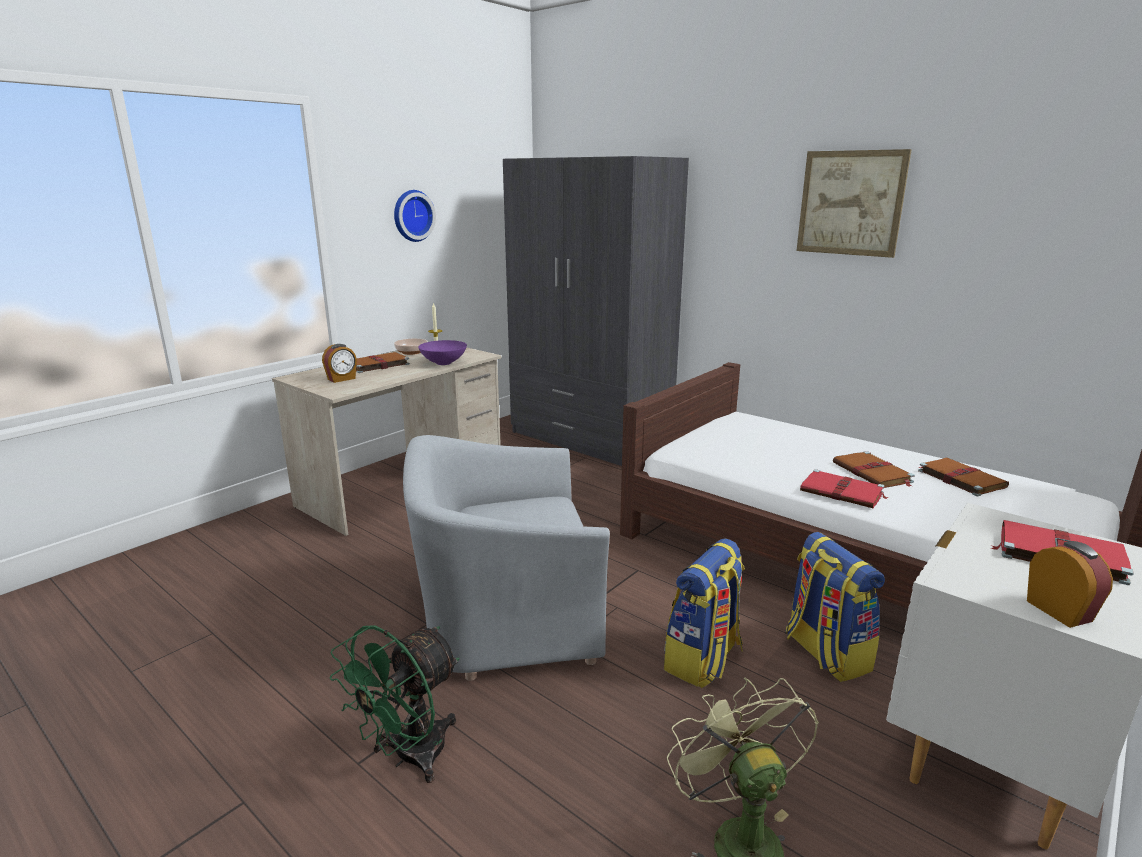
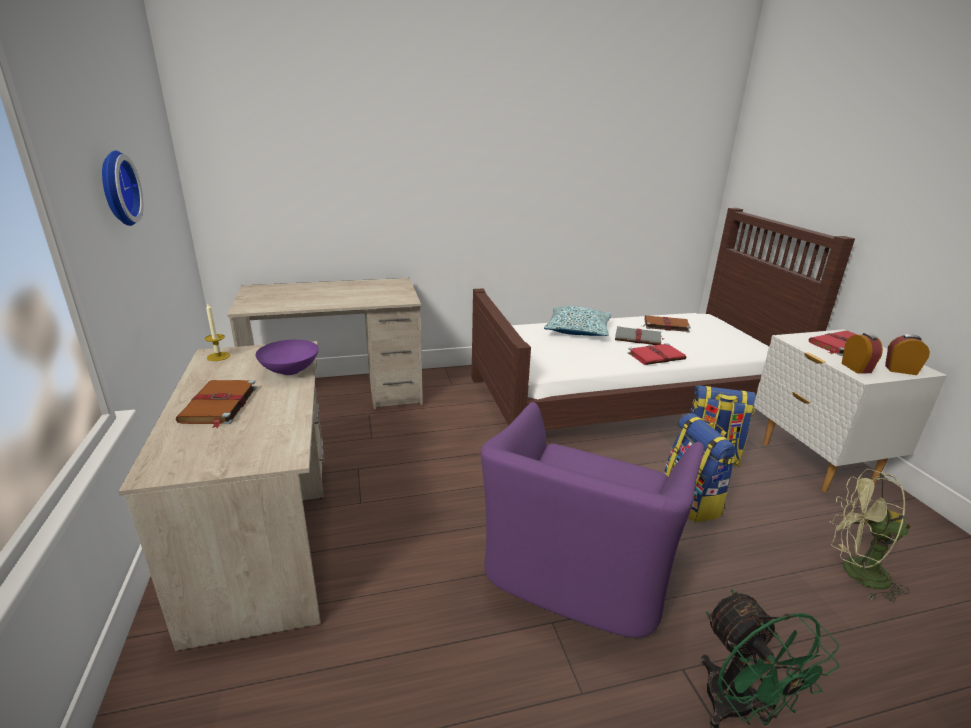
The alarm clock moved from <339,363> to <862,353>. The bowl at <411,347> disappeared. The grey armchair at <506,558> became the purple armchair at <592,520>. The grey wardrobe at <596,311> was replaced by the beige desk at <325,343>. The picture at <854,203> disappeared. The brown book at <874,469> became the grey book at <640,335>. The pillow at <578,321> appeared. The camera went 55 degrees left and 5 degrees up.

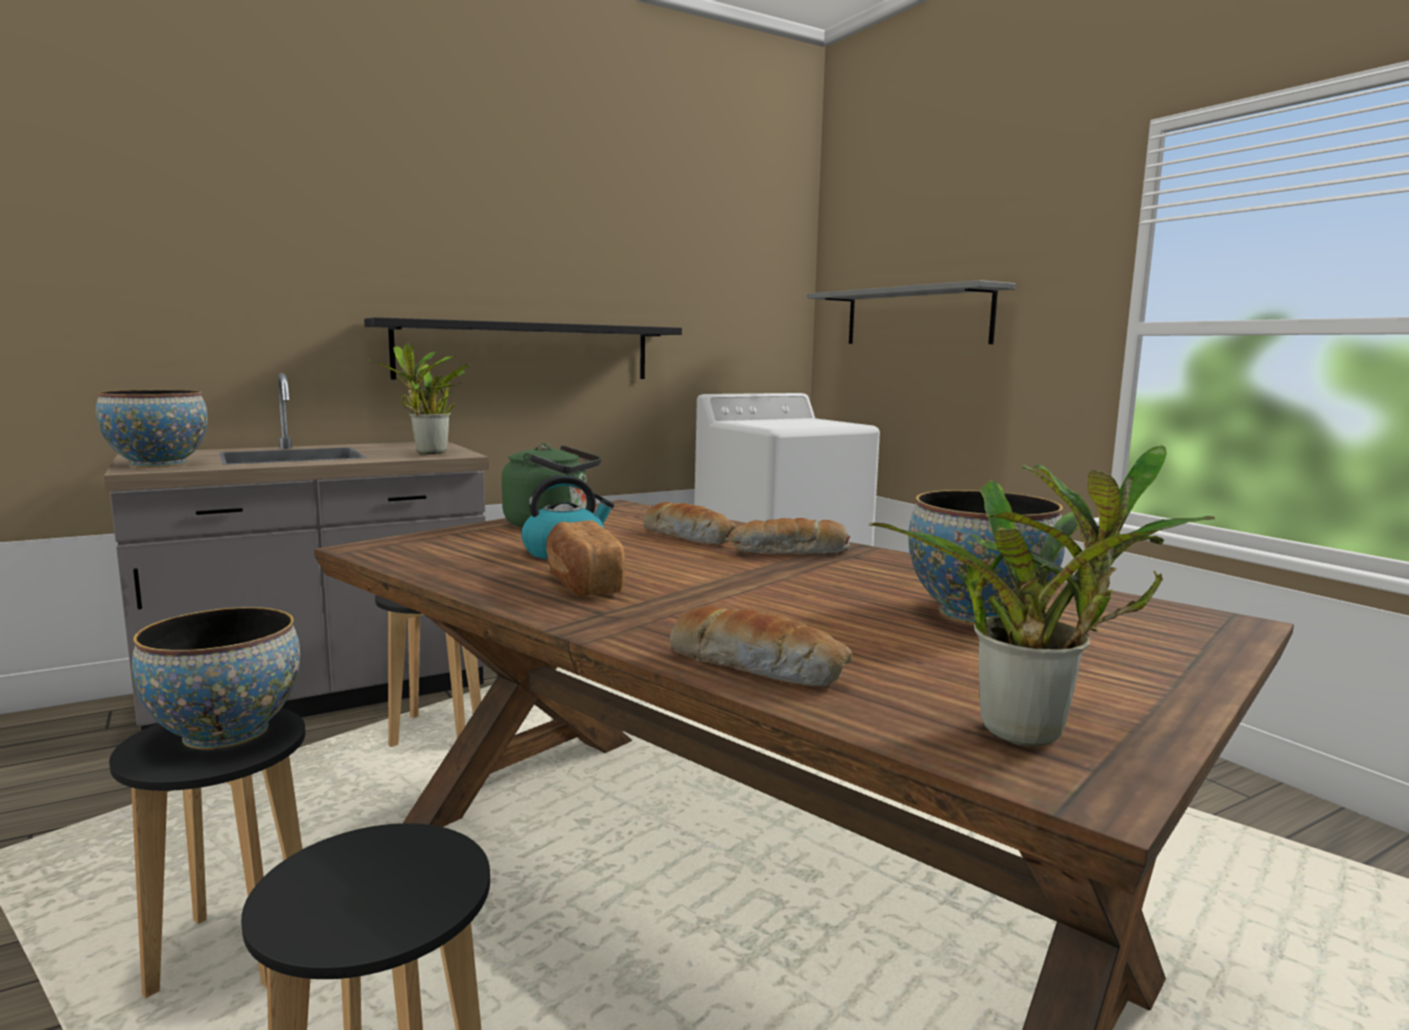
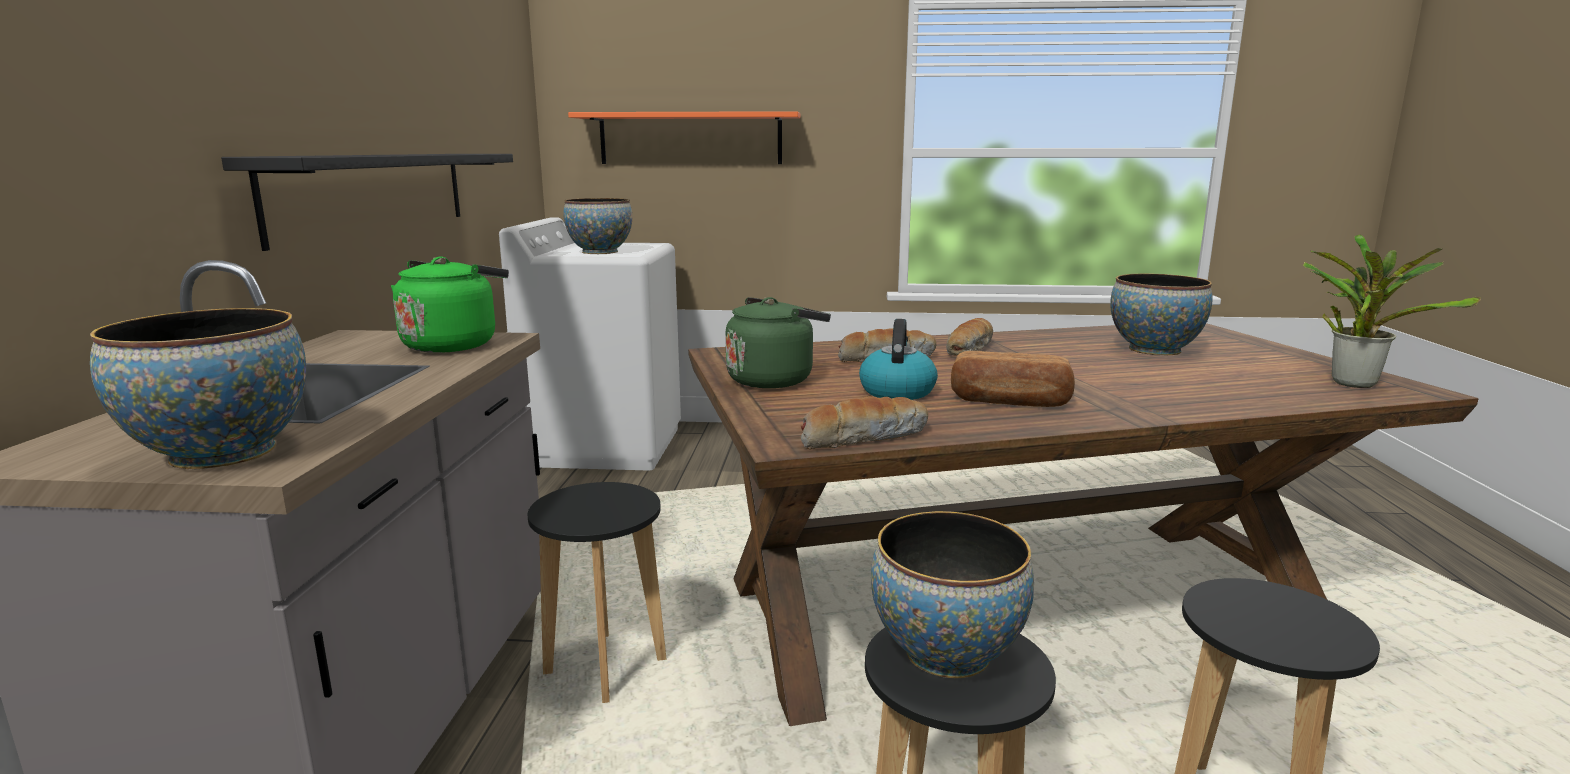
The potted plant at <419,398> was replaced by the green kettle at <450,305>. The bread moved from <761,646> to <864,422>. The grey shelf at <911,312> became the orange shelf at <684,137>. The bowl at <597,226> appeared. The camera went 55 degrees left and 5 degrees up.

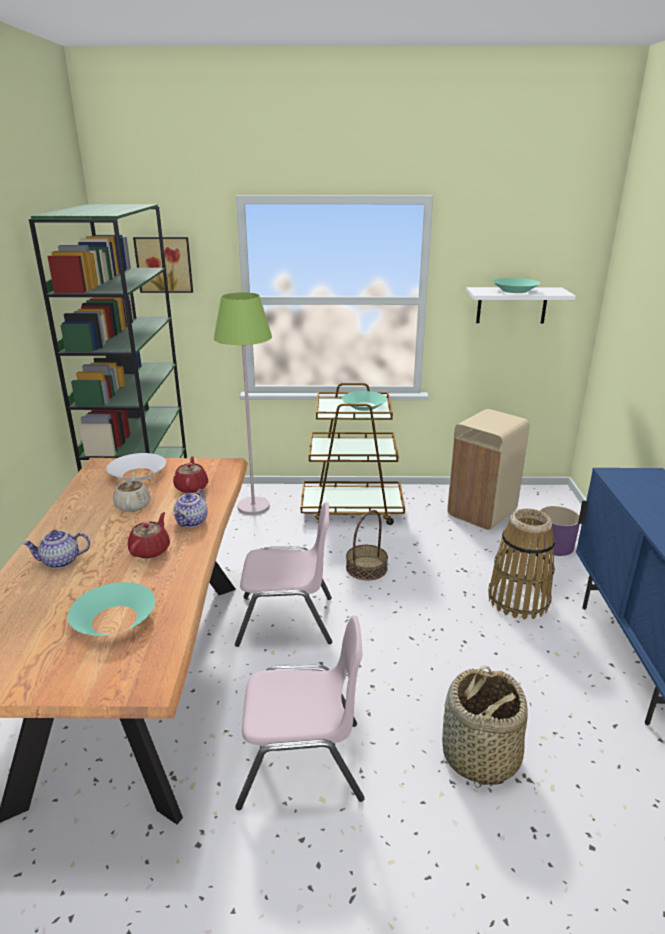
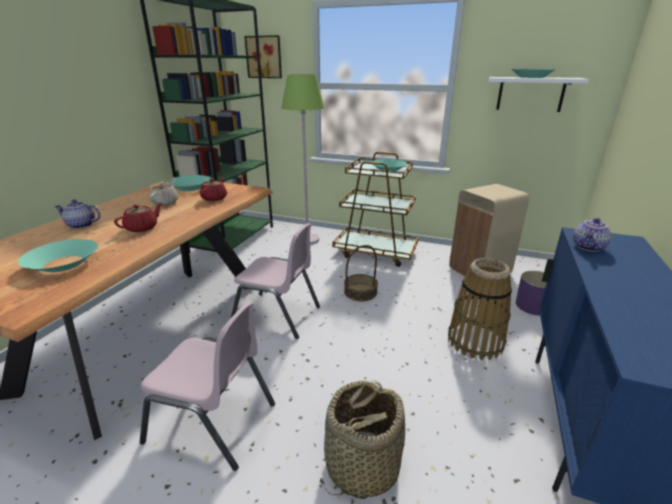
The white bowl at <136,467> became the turquoise bowl at <189,183>. The teapot moved from <190,508> to <592,235>. The camera went 20 degrees right and 0 degrees up.

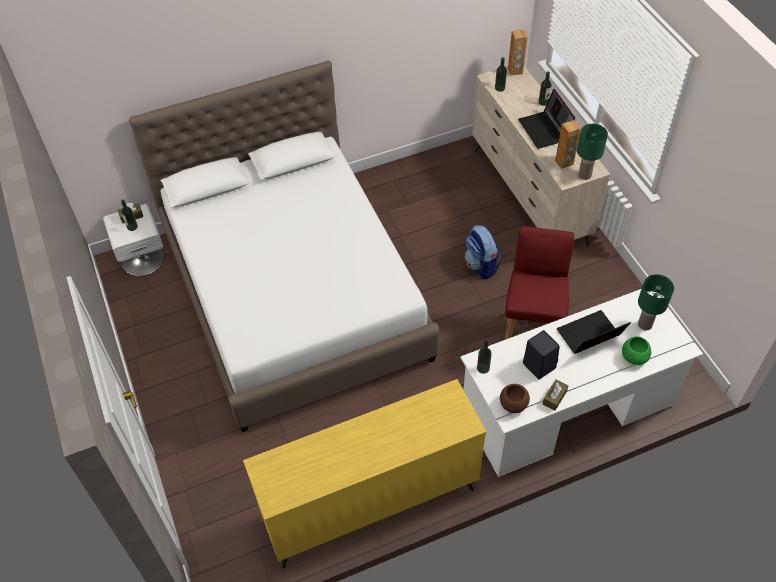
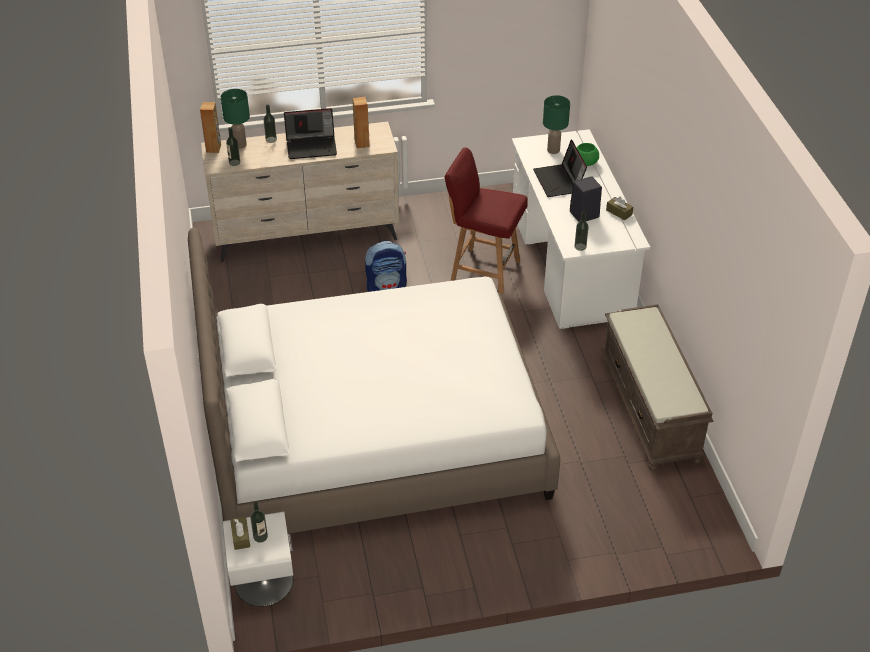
The yellow dresser at <364,474> was replaced by the brown bench at <657,387>. The brown bowl at <515,398> disappeared. The green table lamp moved from <592,152> to <235,119>. The camera went 80 degrees left and 10 degrees down.

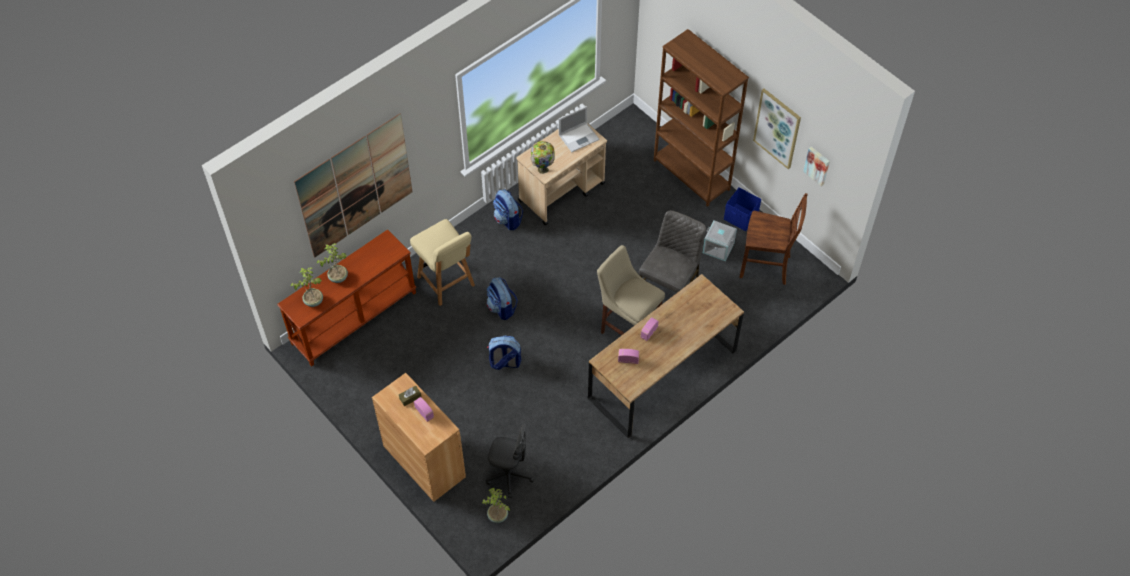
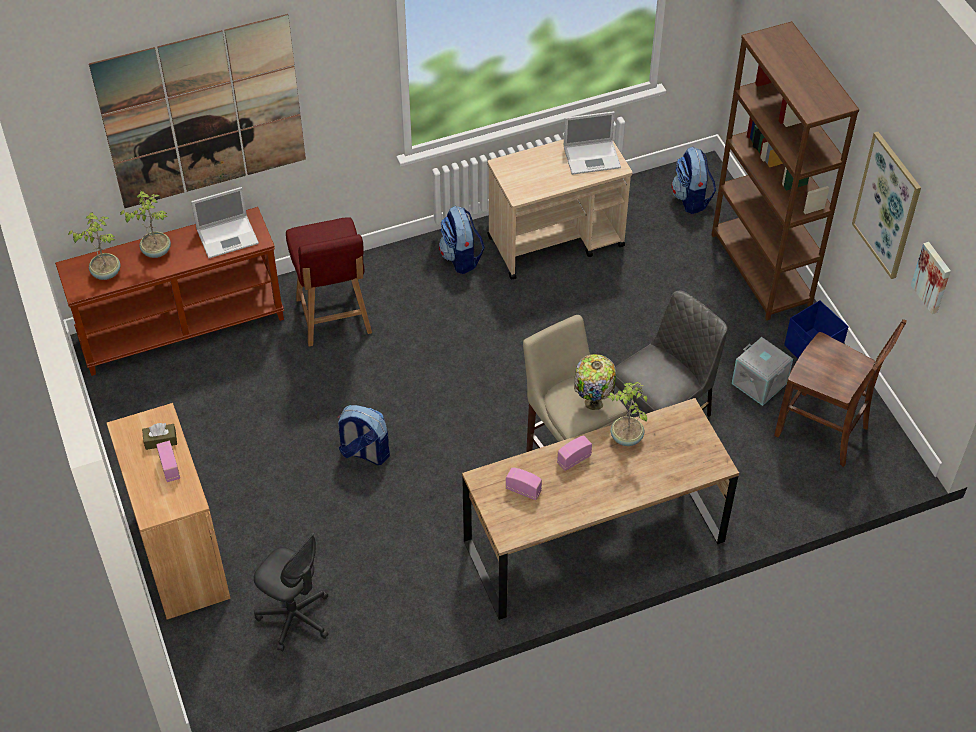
The beige chair at <442,262> became the red chair at <329,281>. The potted plant moved from <496,505> to <627,414>. The backpack moved from <502,298> to <694,180>. The table lamp moved from <543,157> to <595,382>. The laptop at <225,222> appeared. The camera went 20 degrees right and 5 degrees down.

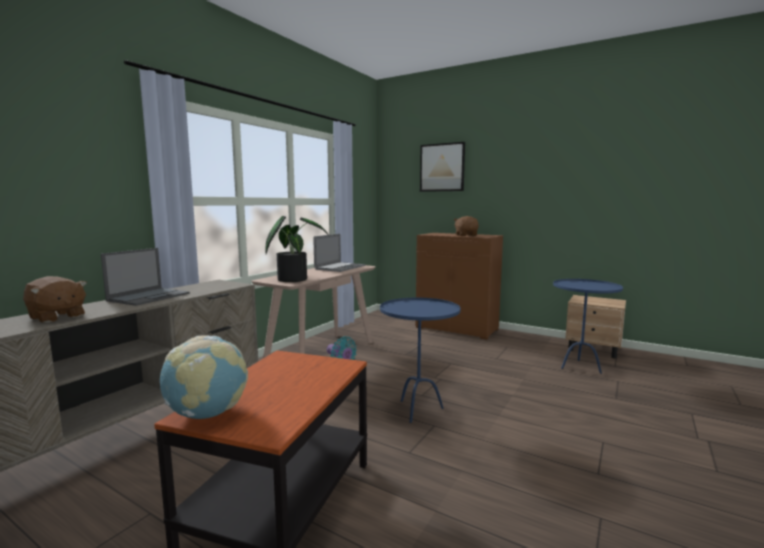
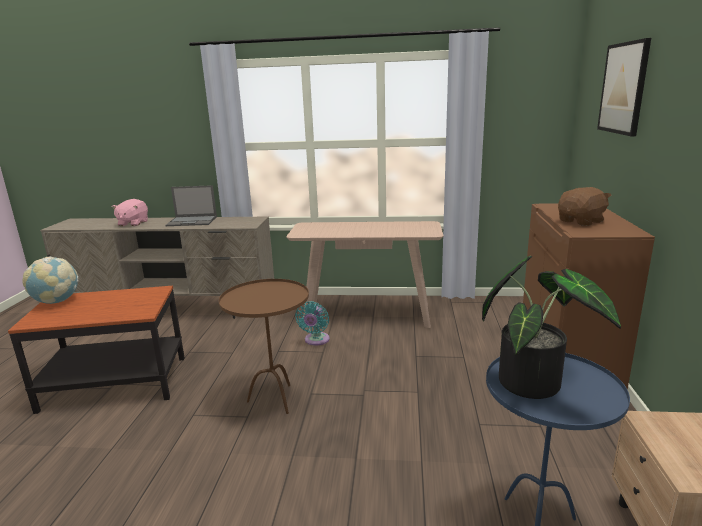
The brown plush toy at <55,299> became the pink plush toy at <130,212>. The potted plant moved from <297,249> to <551,327>. The laptop at <339,253> disappeared. The blue side table at <420,360> became the brown side table at <264,346>. The camera went 65 degrees right and 10 degrees up.

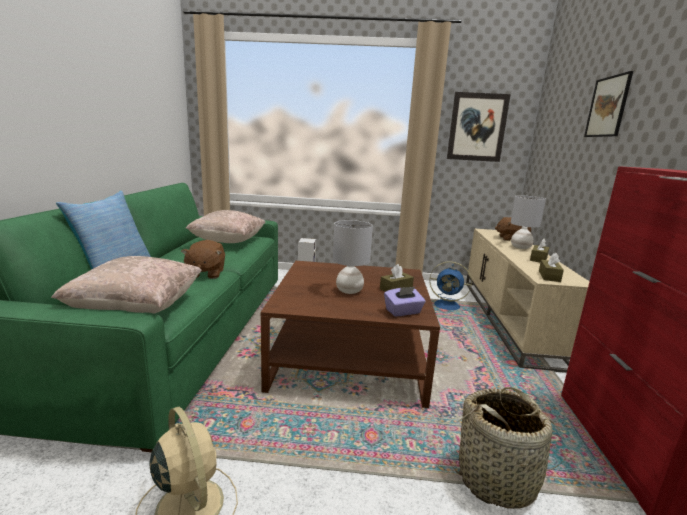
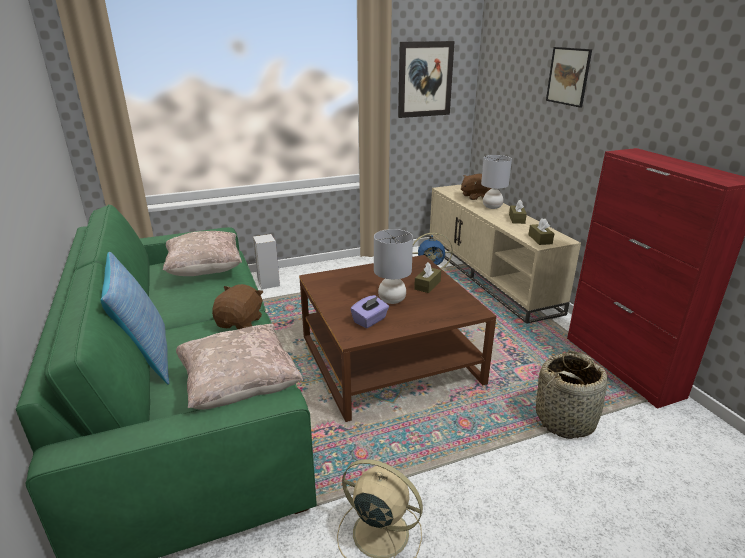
The brown plush toy at <203,259> turned 135 degrees counterclockwise. The purple tissue box moved from <405,301> to <370,311>. The camera went 25 degrees left and 10 degrees up.

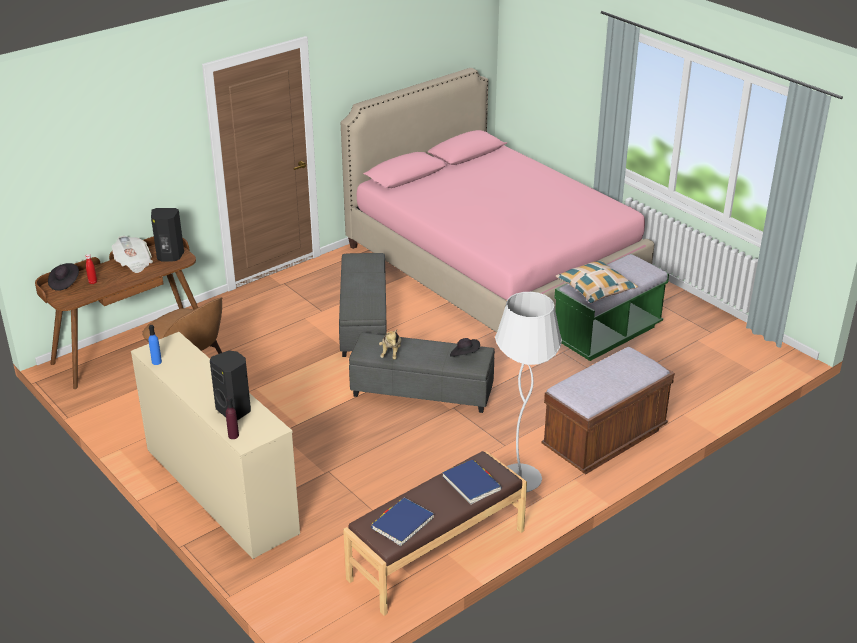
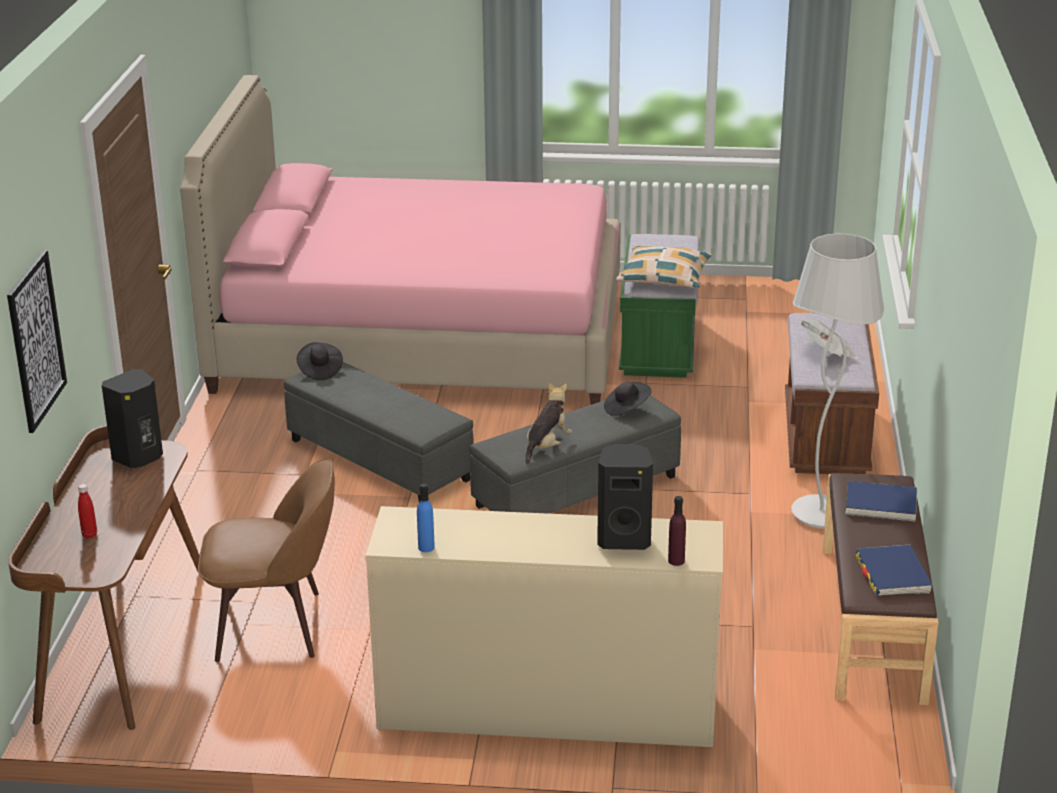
The black hat moved from <63,277> to <320,361>. The newspaper moved from <132,254> to <829,339>. The plush toy at <390,345> turned 105 degrees counterclockwise. The picture at <37,341> appeared. The camera went 45 degrees left and 5 degrees down.

